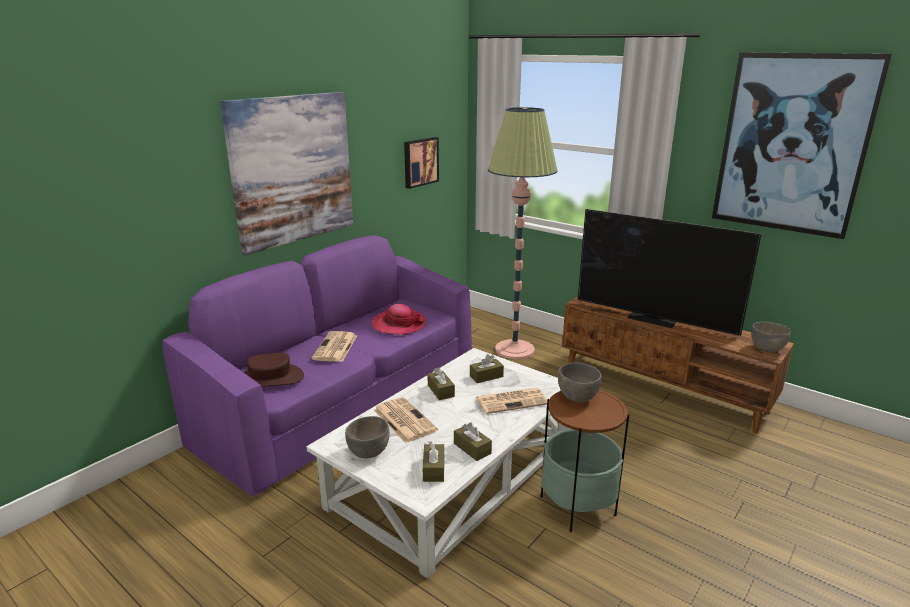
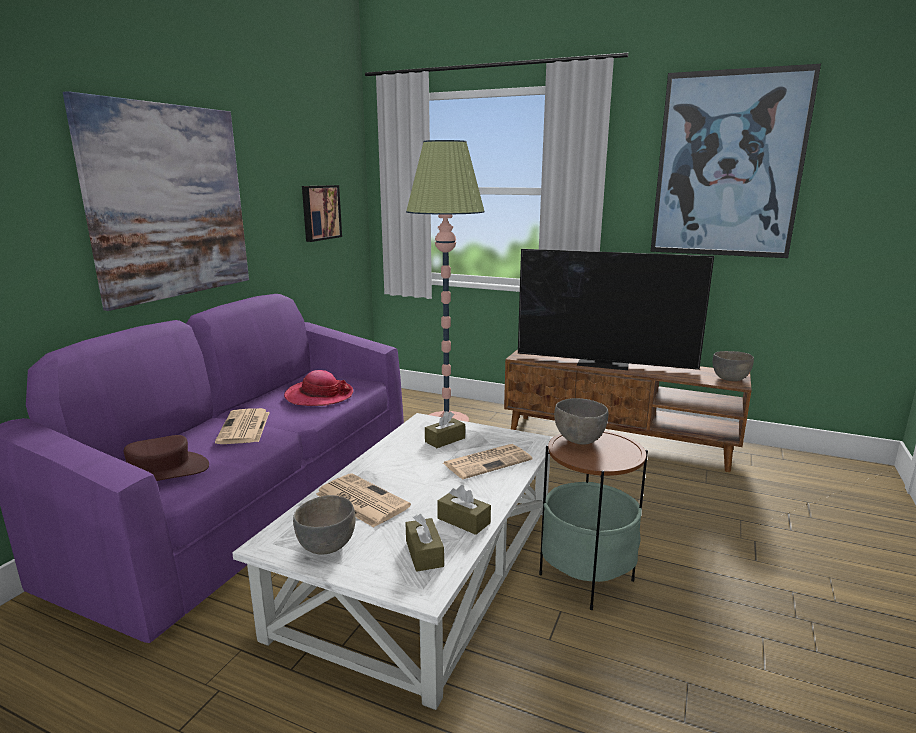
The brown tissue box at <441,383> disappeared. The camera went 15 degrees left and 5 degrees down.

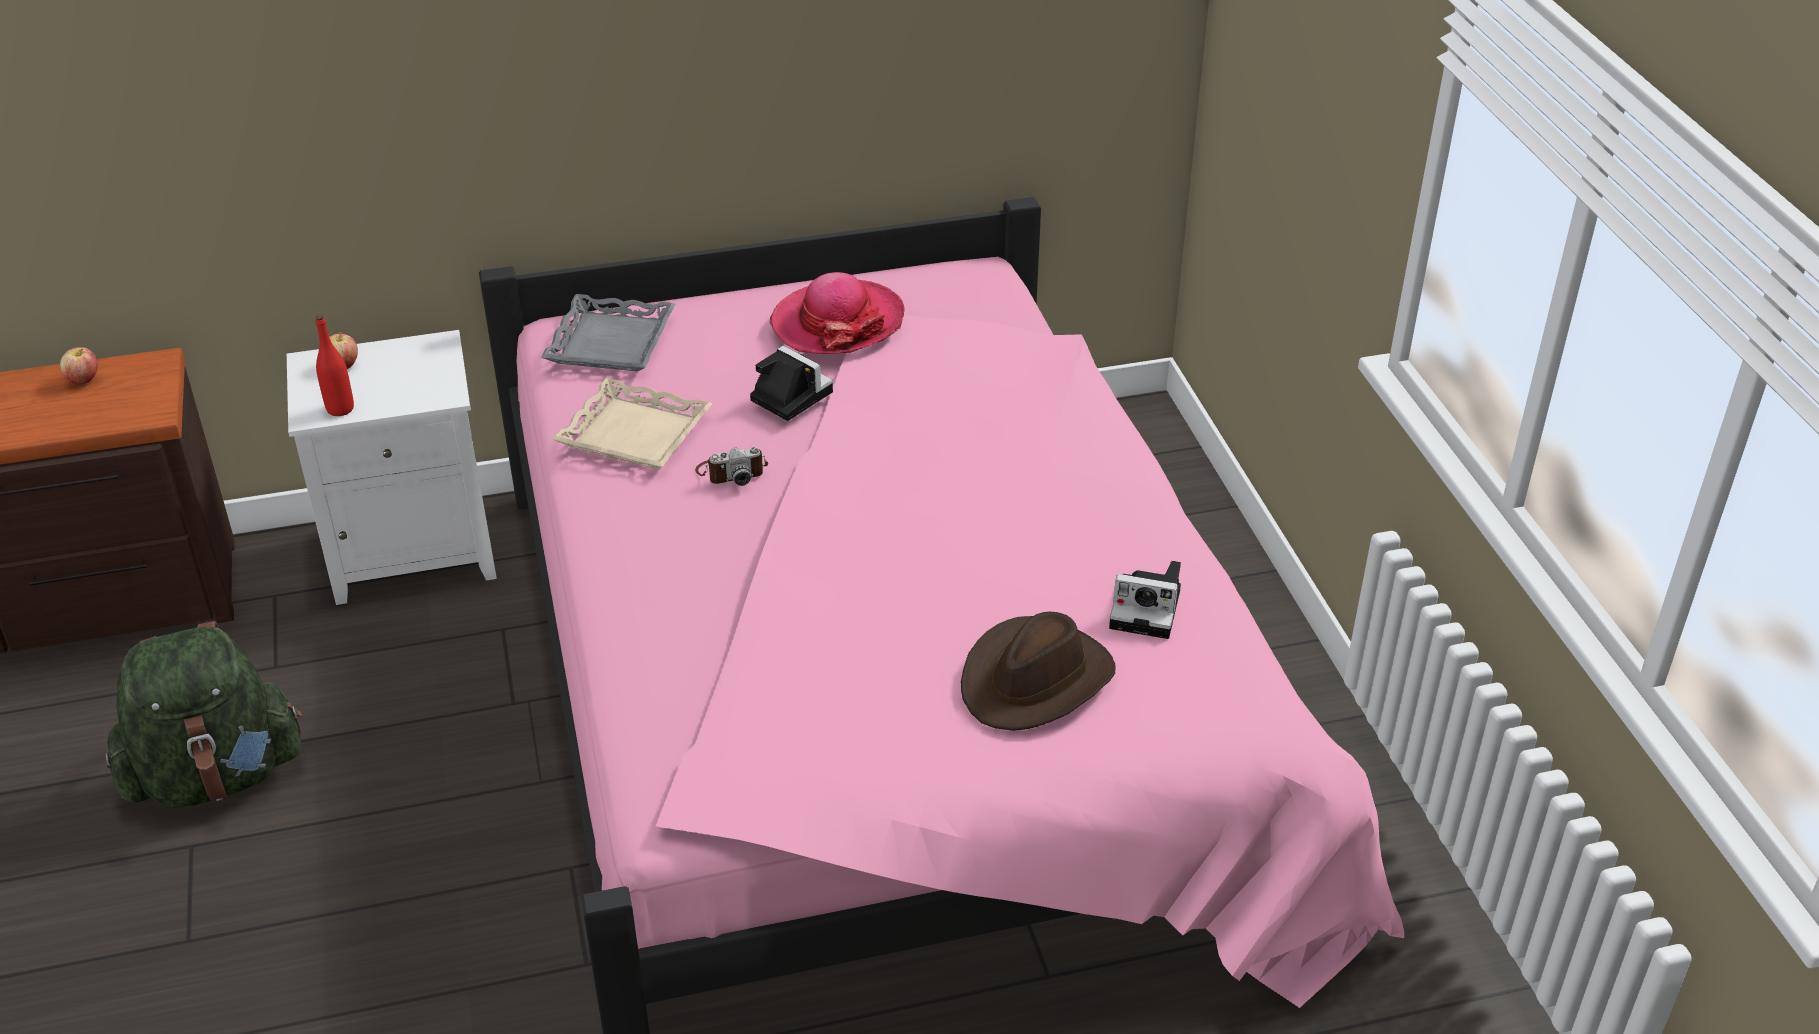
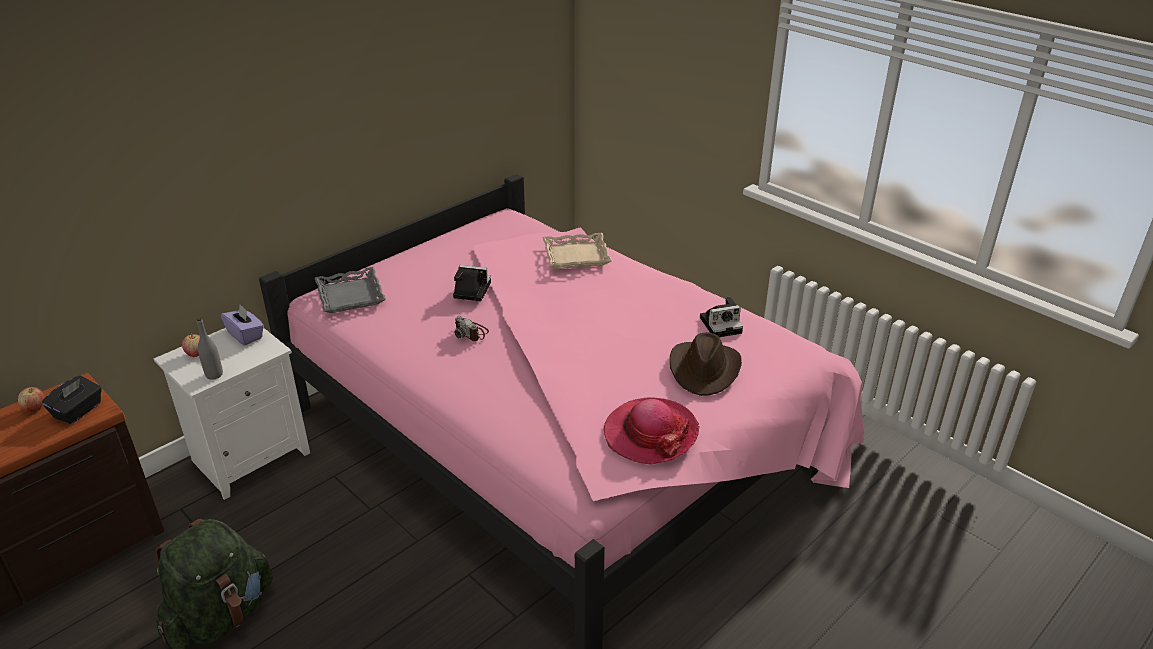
The red bottle at <334,365> became the grey bottle at <209,349>. The beige tray moved from <632,423> to <577,251>. The photo camera at <731,466> turned 90 degrees clockwise. The hat moved from <837,313> to <652,431>. The black tissue box at <72,399> appeared. The purple tissue box at <242,325> appeared. The camera went 30 degrees left and 5 degrees down.

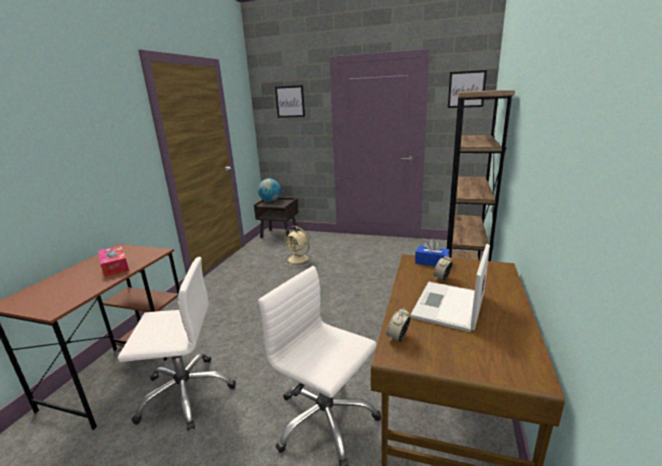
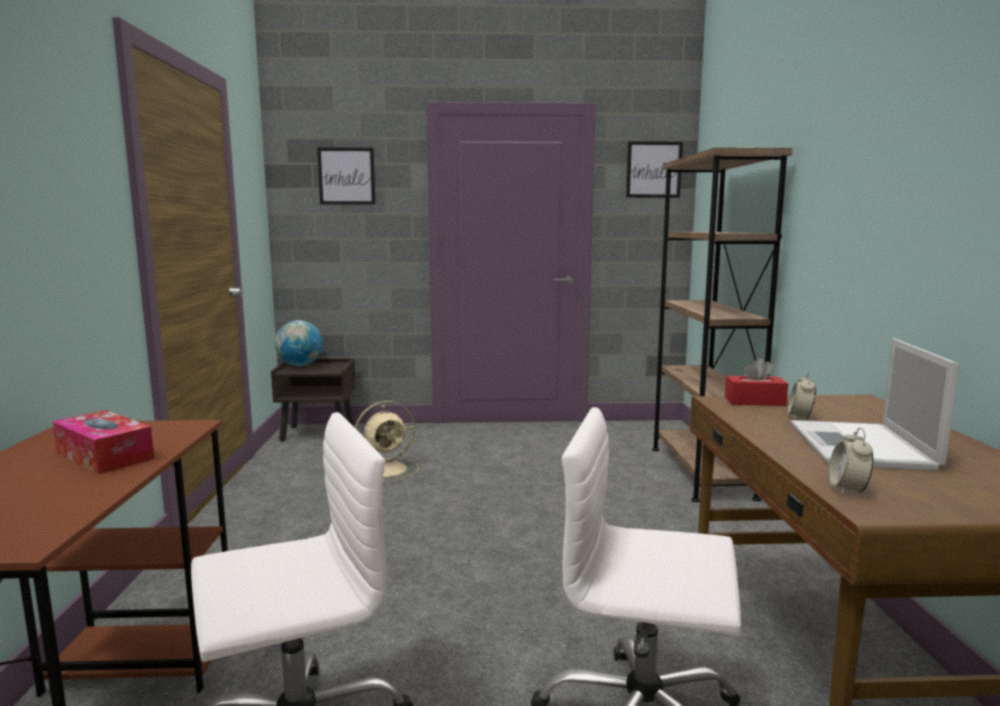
The beige fan at <299,246> turned 45 degrees counterclockwise. The blue tissue box at <432,252> became the red tissue box at <756,382>. The camera went 20 degrees left and 10 degrees down.

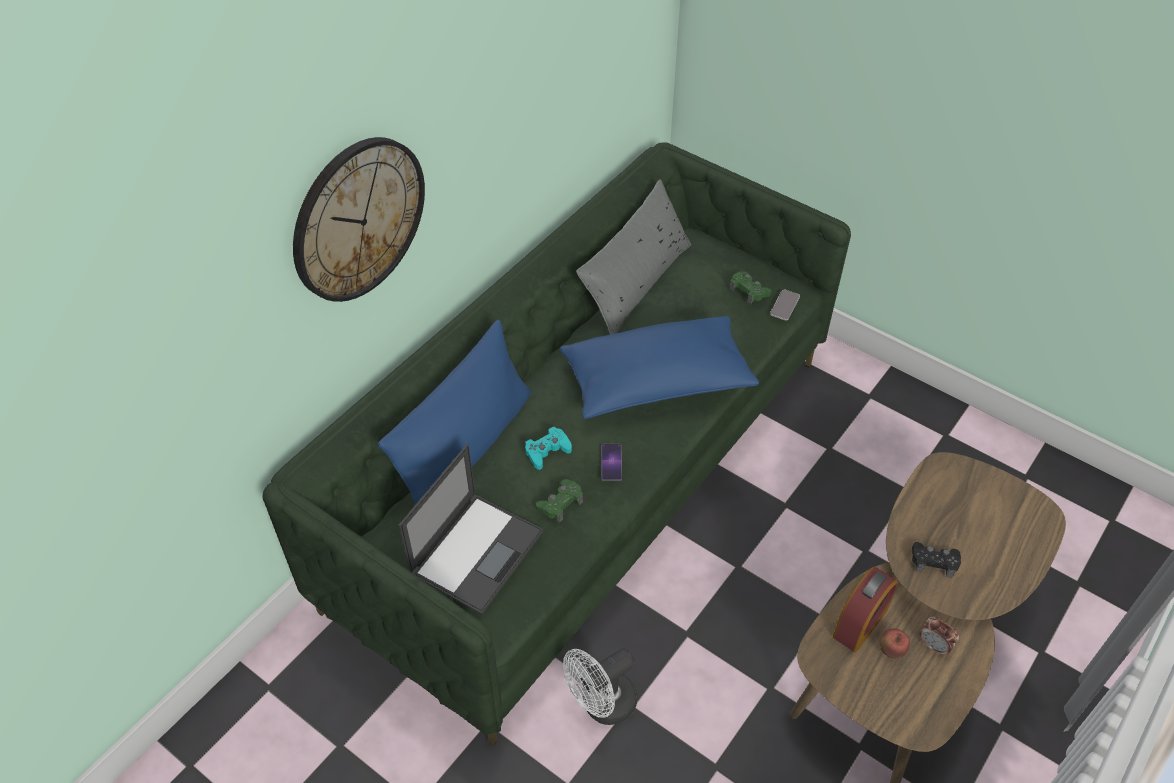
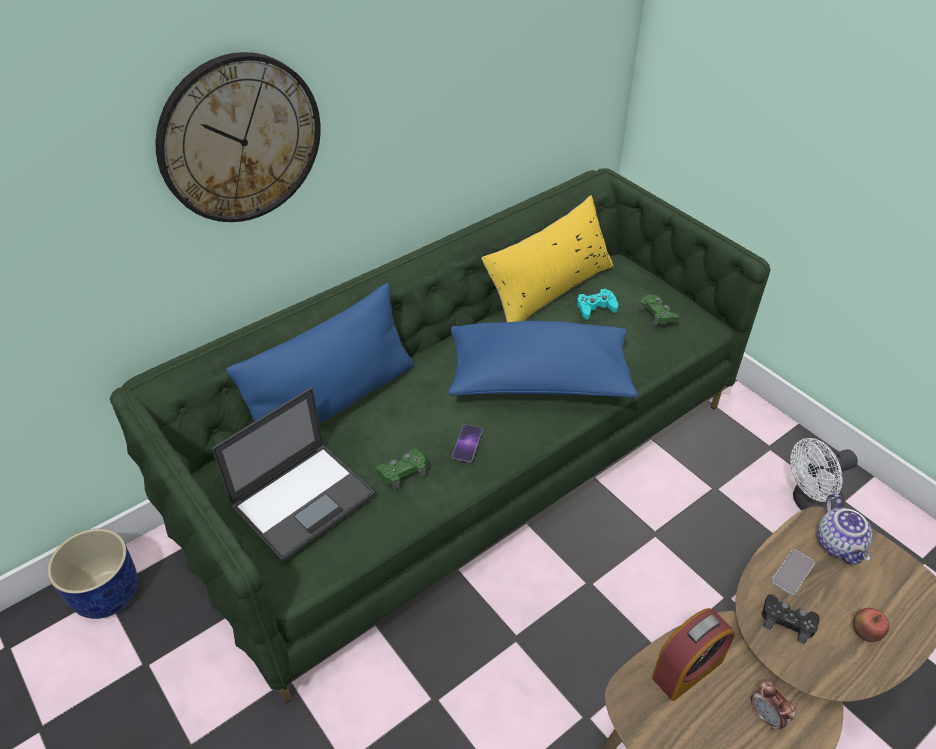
The turquoise game controller moved from <548,448> to <597,304>. The white fan moved from <600,686> to <824,474>. The grey pillow at <633,257> became the yellow pillow at <547,258>. The phone moved from <785,305> to <793,572>. The apple moved from <895,644> to <871,625>. The blue planter at <92,574> appeared. The teapot at <845,529> appeared. The camera went 15 degrees right and 5 degrees down.

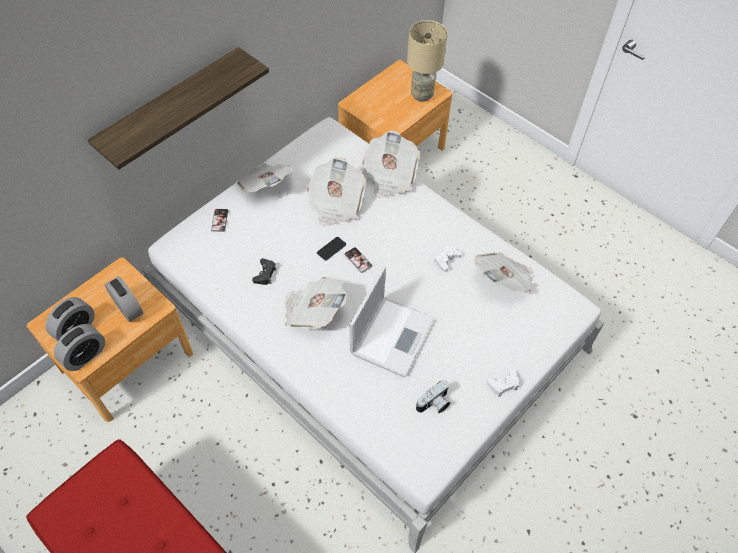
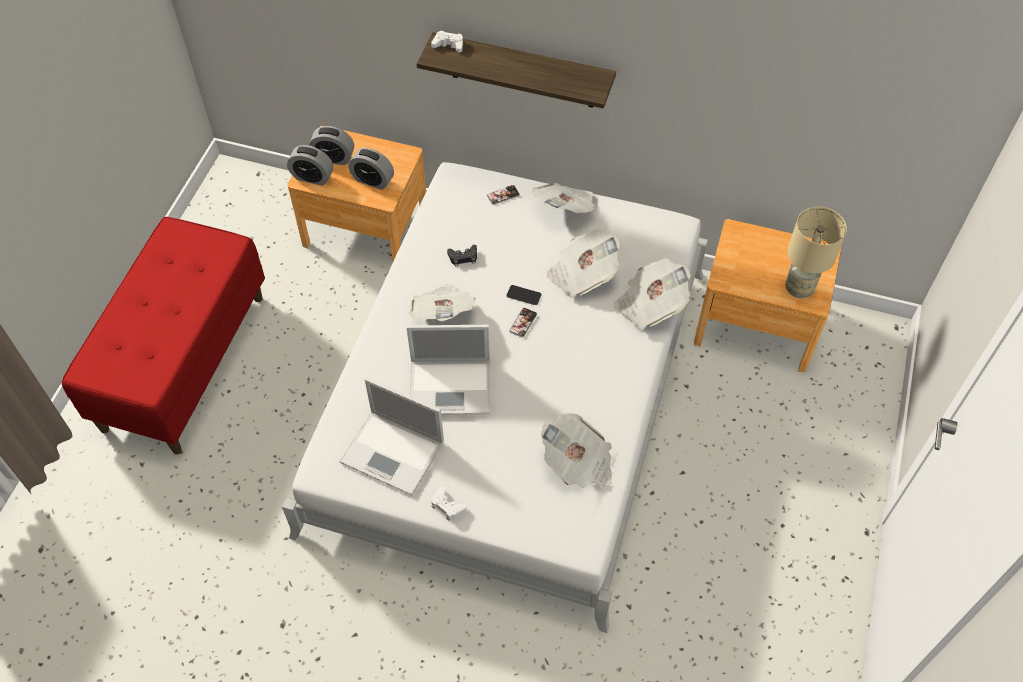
The alarm clock at <123,299> turned 90 degrees clockwise. The photo camera at <433,396> was replaced by the laptop at <391,436>. The white game controller moved from <448,259> to <447,41>. The camera went 65 degrees right and 0 degrees up.

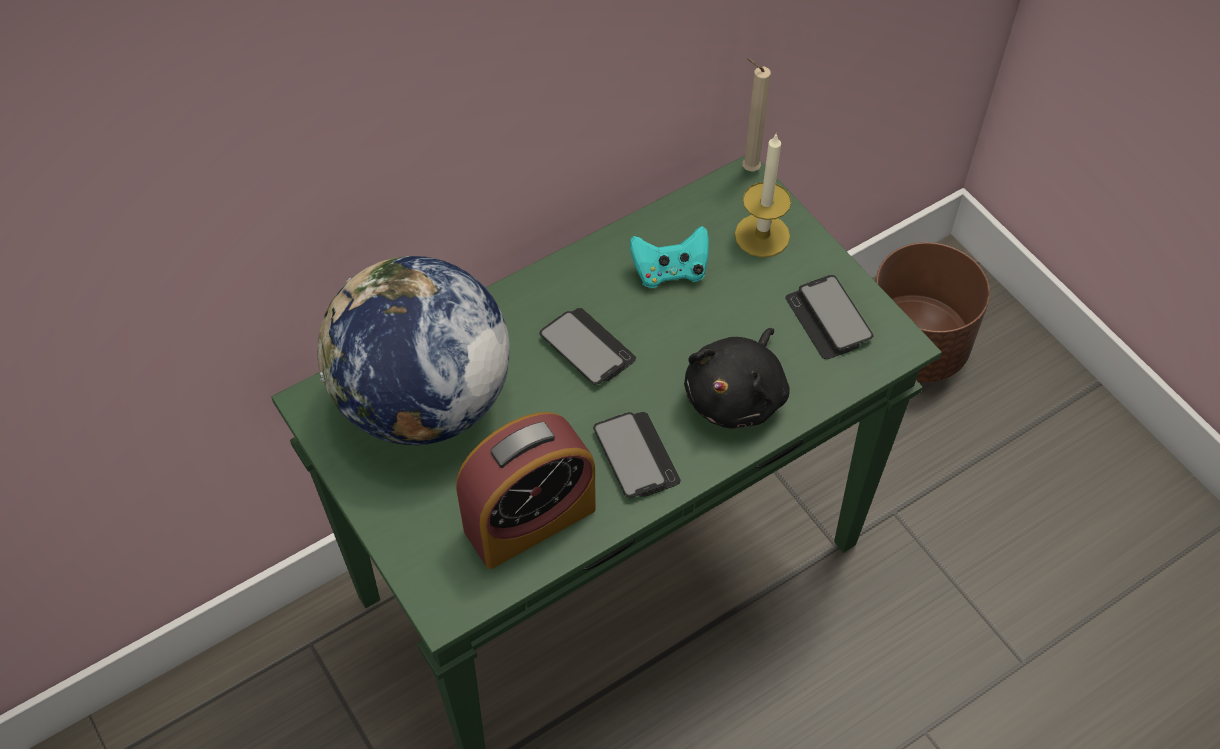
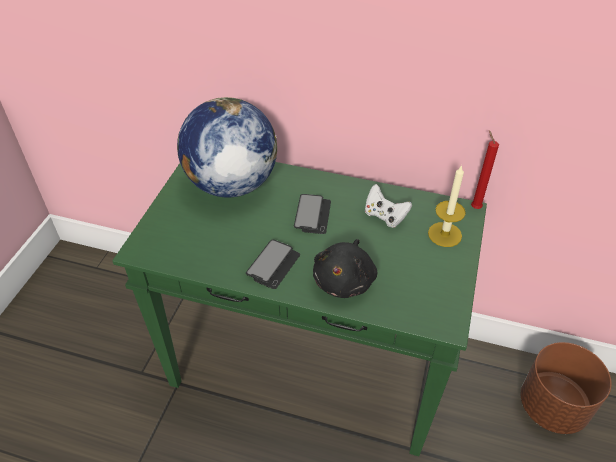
The alarm clock at <526,490> disappeared. The turquoise game controller at <669,257> became the white game controller at <388,206>. The black plush toy at <737,378> turned 60 degrees counterclockwise. The beige candle at <756,114> became the red candle at <485,169>. The phone at <829,317> disappeared. The camera went 50 degrees right and 10 degrees down.

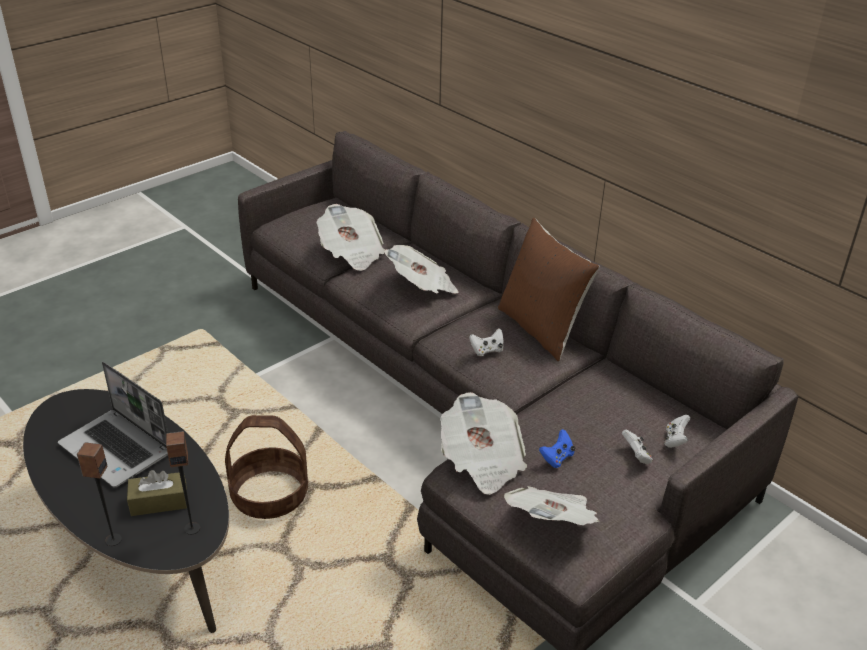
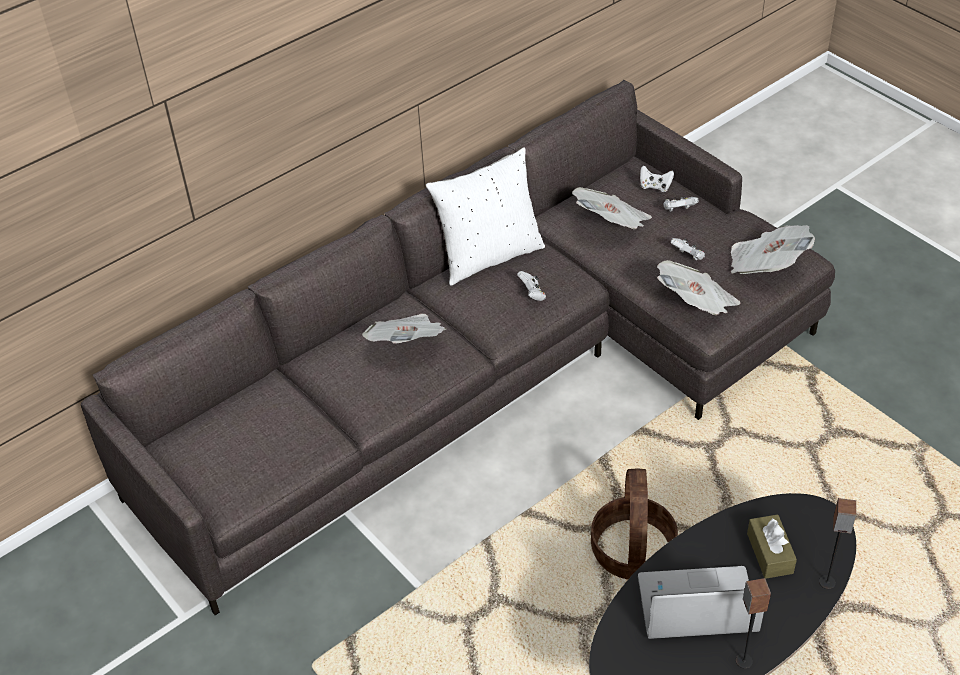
The laptop at <113,424> turned 135 degrees counterclockwise. The speaker moved from <183,483> to <753,623>. The newspaper moved from <350,237> to <612,208>. The brown pillow at <549,289> became the white pillow at <485,216>. The blue game controller at <557,448> became the white game controller at <687,249>. The camera went 85 degrees left and 10 degrees up.

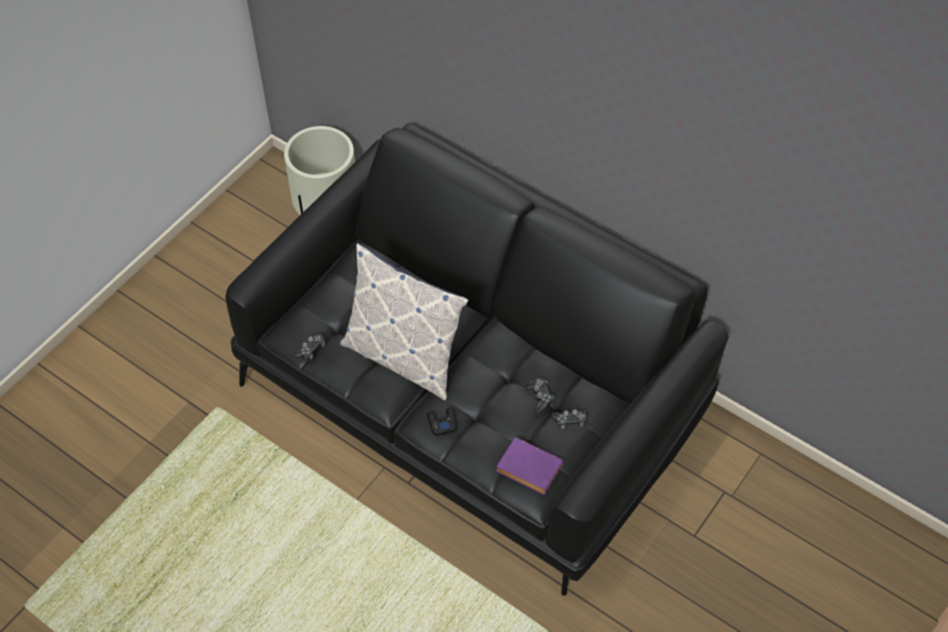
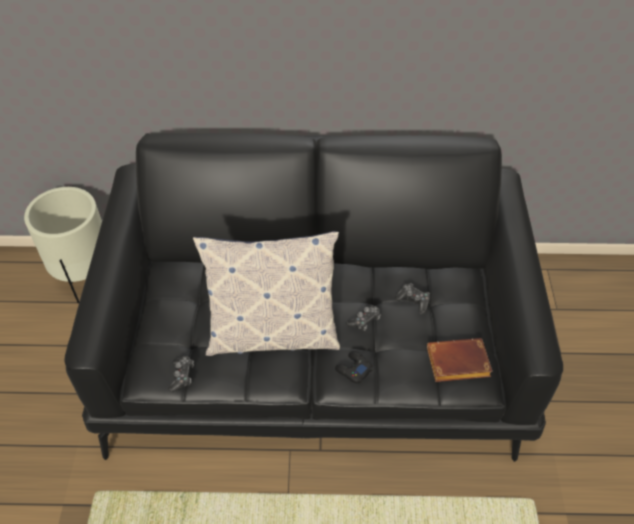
The purple book at <530,466> became the brown book at <460,360>. The game controller moved from <569,419> to <363,317>. The camera went 35 degrees left and 5 degrees down.

